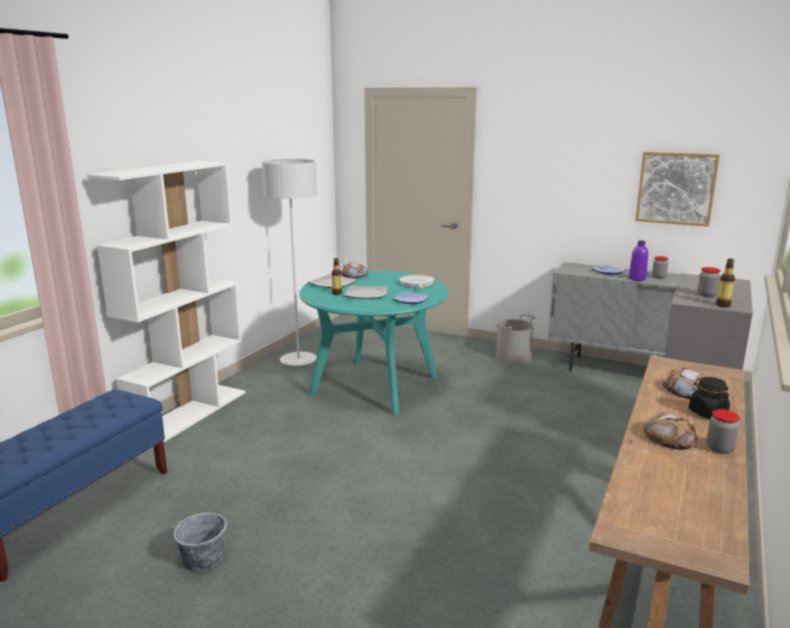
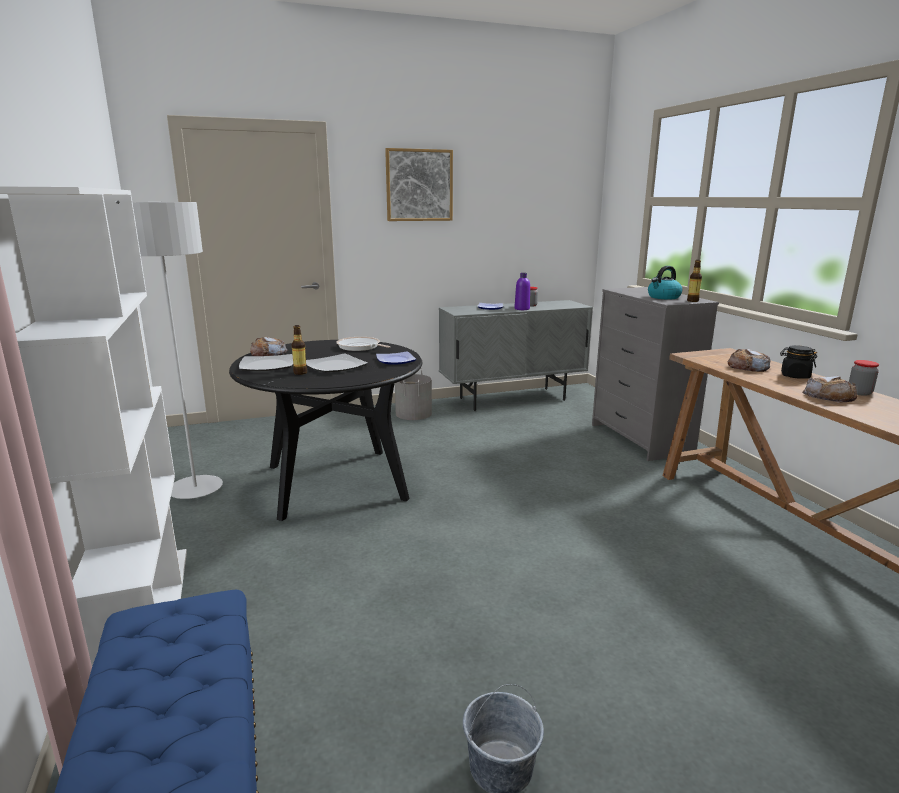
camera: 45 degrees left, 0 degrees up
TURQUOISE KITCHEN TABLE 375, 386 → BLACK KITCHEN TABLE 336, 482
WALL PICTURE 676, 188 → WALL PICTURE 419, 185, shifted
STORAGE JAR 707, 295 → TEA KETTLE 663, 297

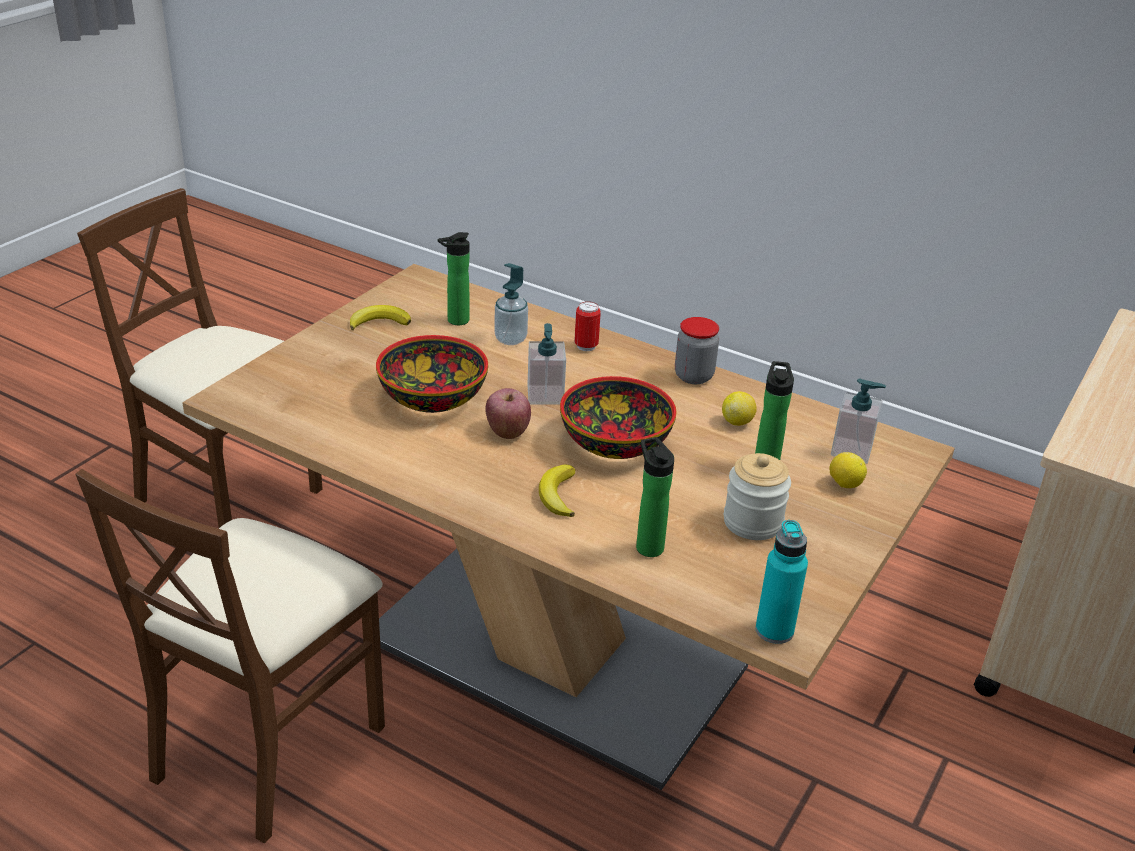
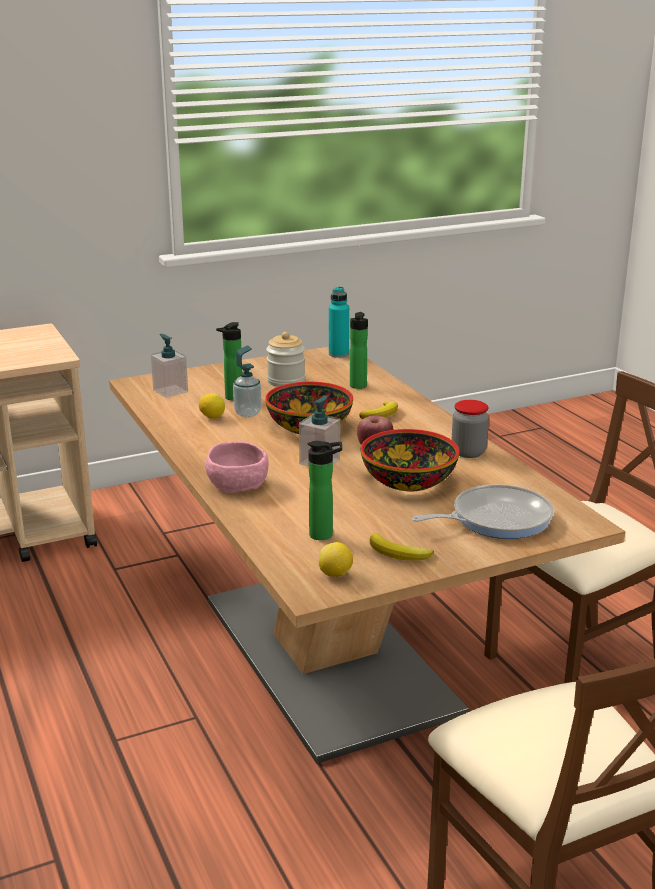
camera: 145 degrees left, 10 degrees down
SOAP BOTTLE 510, 339 → SOAP BOTTLE 247, 413, shifted
CAN 586, 346 → PINKISH DEEP DISH 239, 484
STORAGE JAR 693, 376 → STORAGE JAR 468, 452, shifted
LEMON 844, 484 → LEMON 335, 575, shifted
- → SKILLET 495, 519

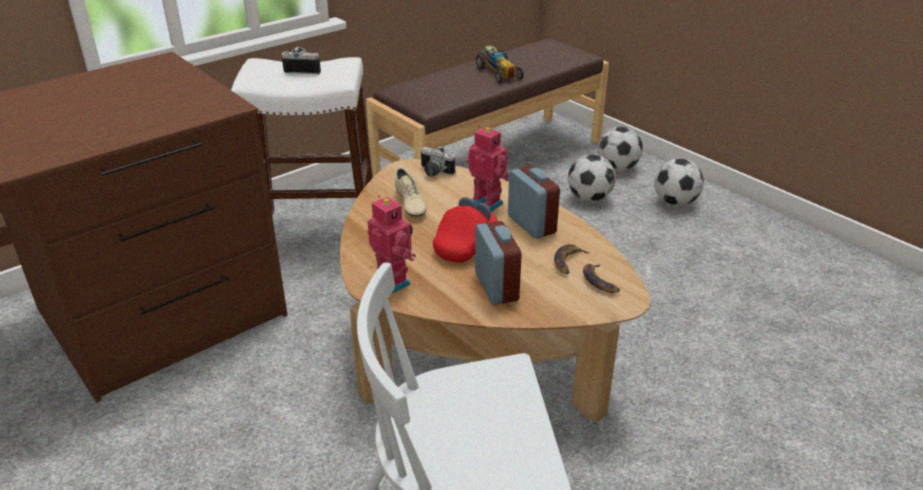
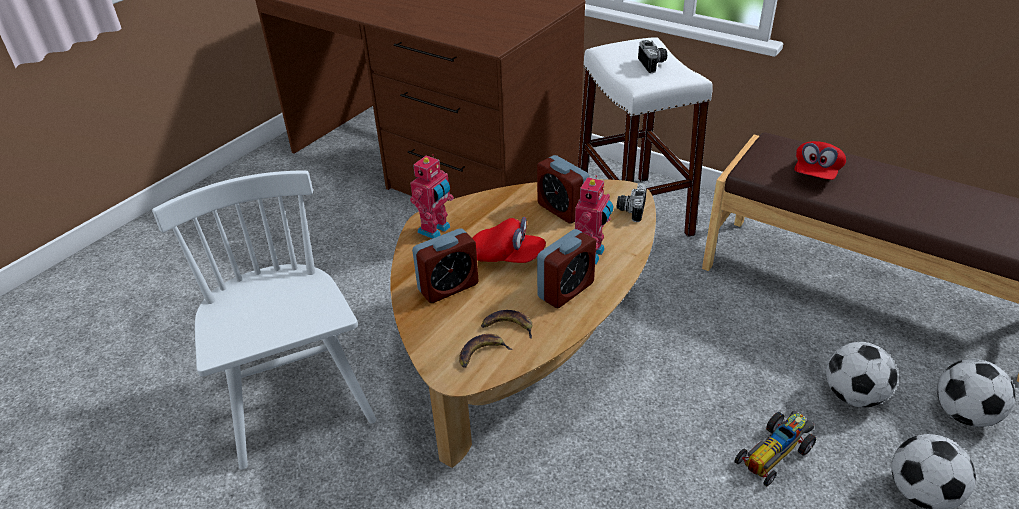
camera: 75 degrees right, 5 degrees up
BEIGE ITEM OF FOOTWEAR 410, 204 → BEDSIDE CLOCK 562, 210
MODEL CAR 498, 72 → MODEL CAR 775, 452, shifted
- → REDDISH BASEBALL CAP 816, 174

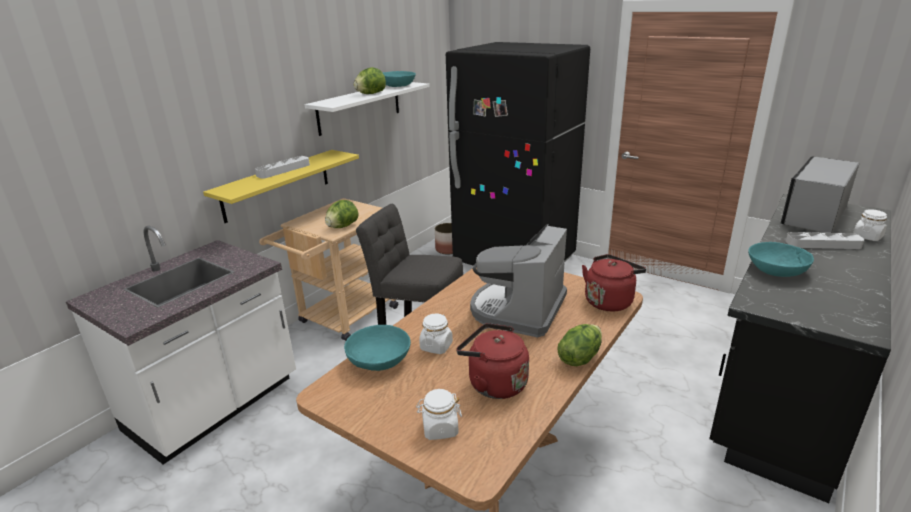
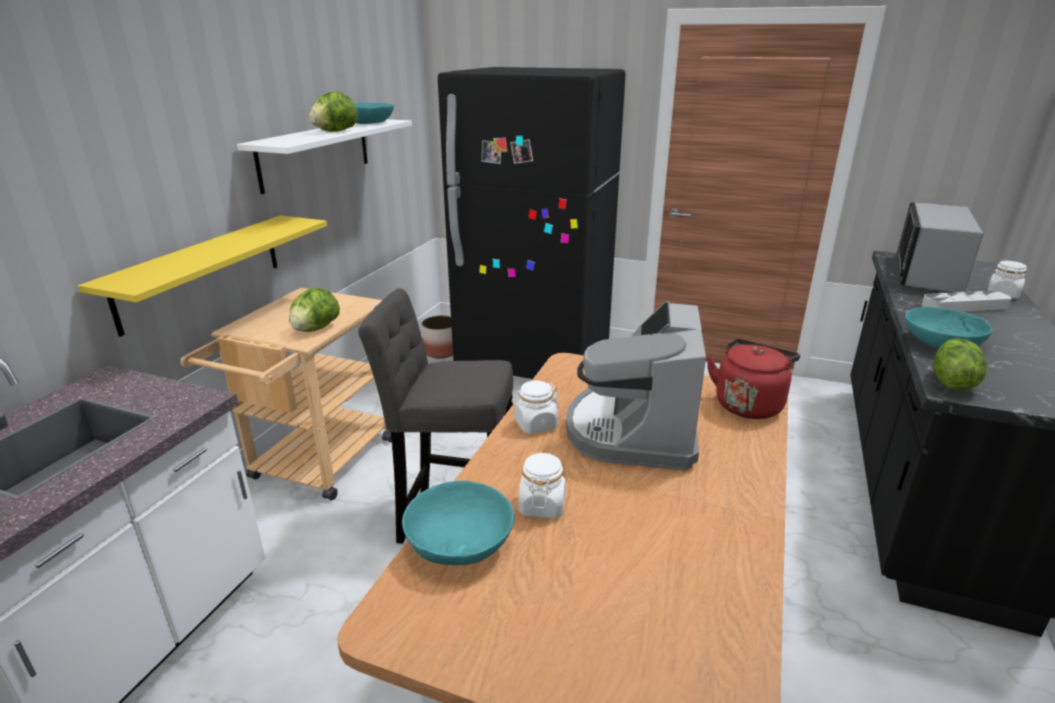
camera: 15 degrees left, 0 degrees up
GREYISH CARRYING TRAY 283, 170 → -
WHITE-COLOURED STORAGE JAR 440, 428 → WHITE-COLOURED STORAGE JAR 535, 425, shifted
REDDISH TEA KETTLE 494, 383 → -
HEAD OF LETTUCE 579, 357 → HEAD OF LETTUCE 951, 382, shifted

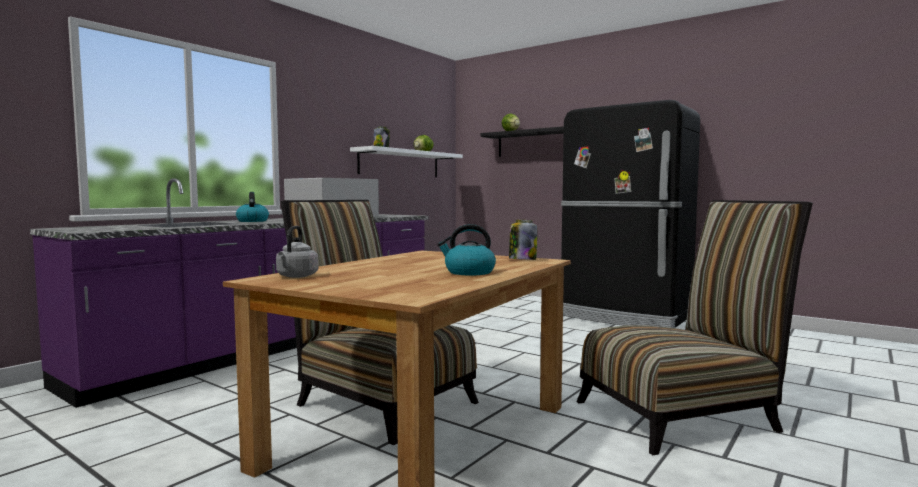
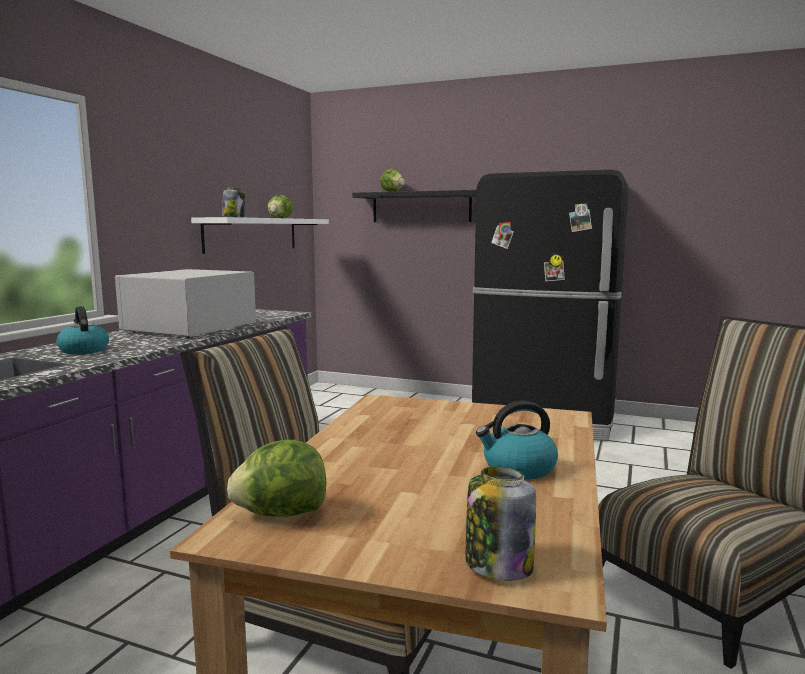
camera: 15 degrees left, 5 degrees up
GREYISH TEA KETTLE 296, 276 → HEAD OF LETTUCE 281, 514
STORAGE JAR 522, 259 → STORAGE JAR 497, 565, shifted

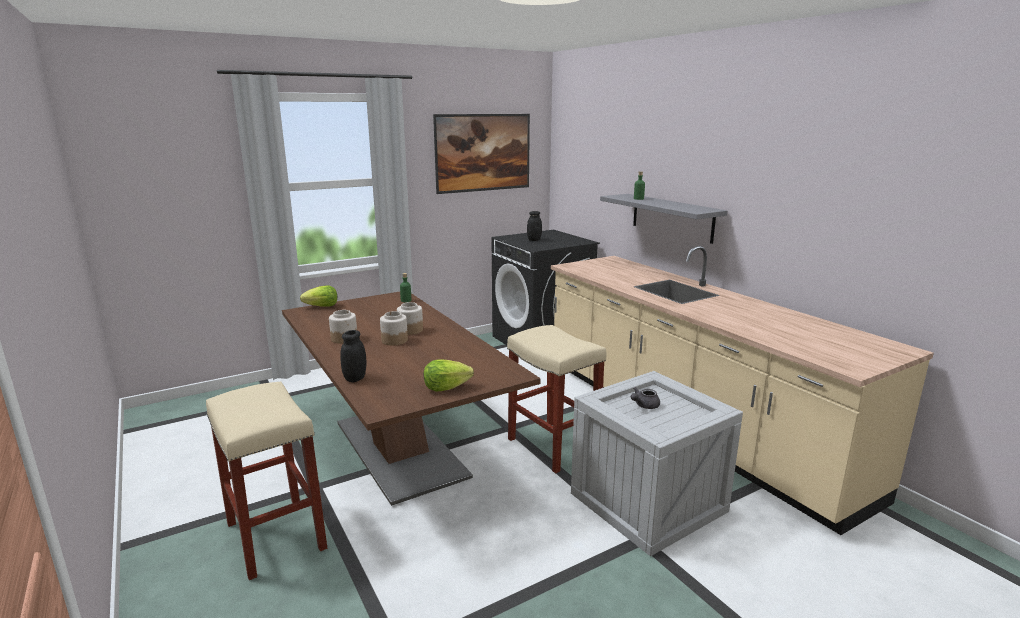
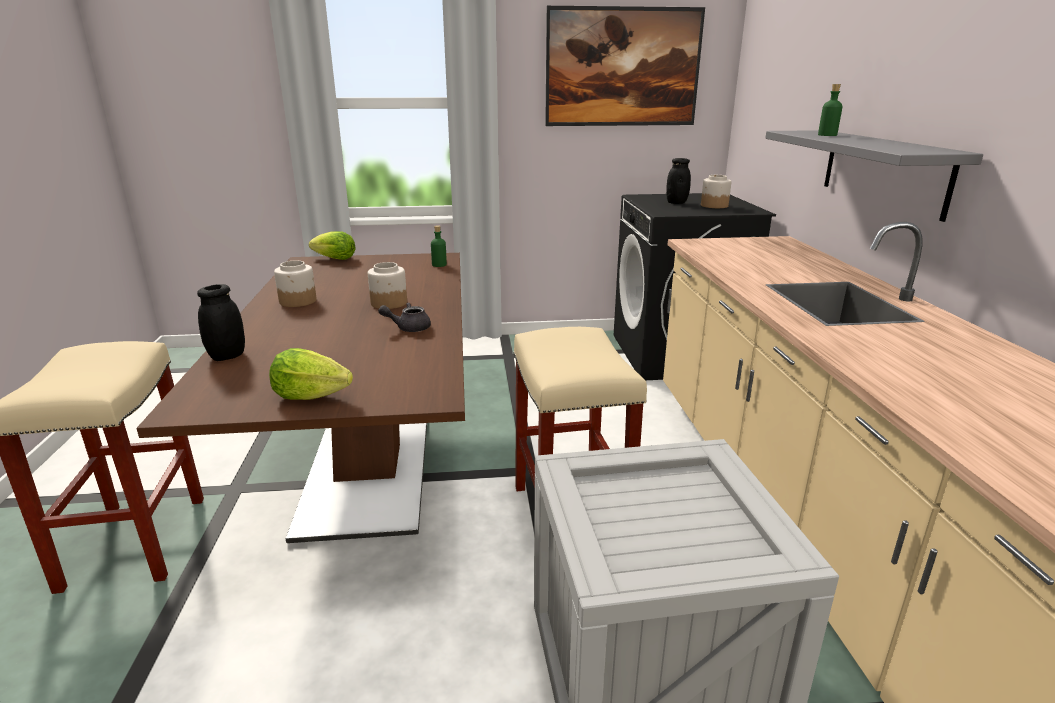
camera: 25 degrees right, 5 degrees up
STORAGE JAR 394, 340 → STORAGE JAR 714, 205, shifted
GREYISH POT FOR TEA 644, 406 → GREYISH POT FOR TEA 408, 328, shifted

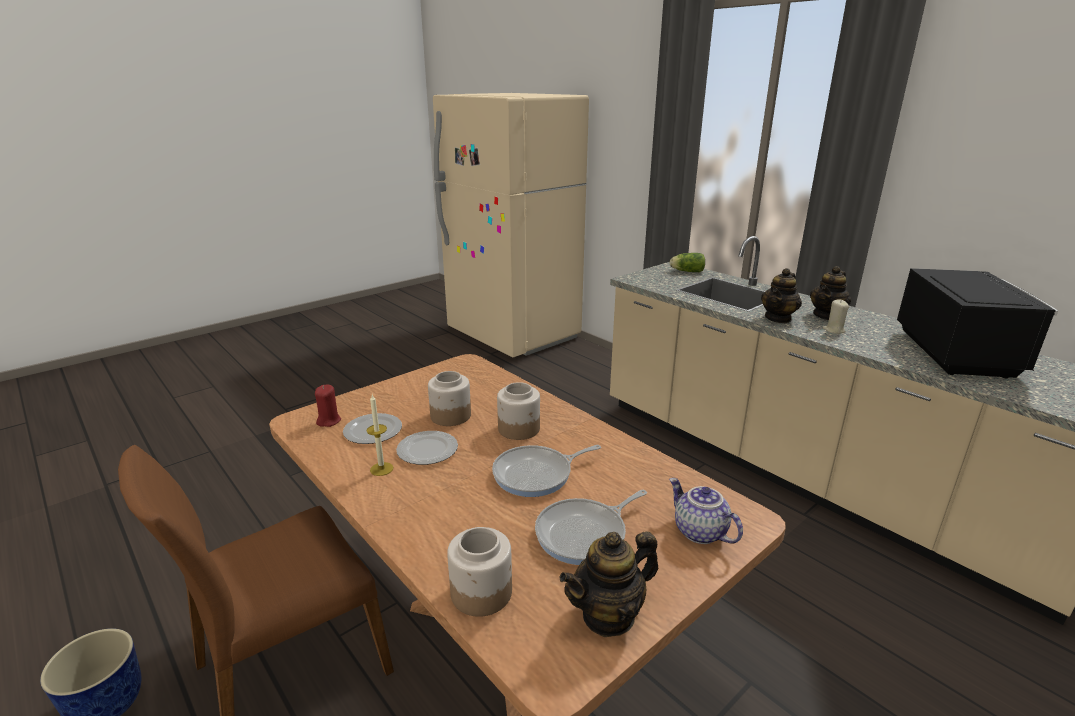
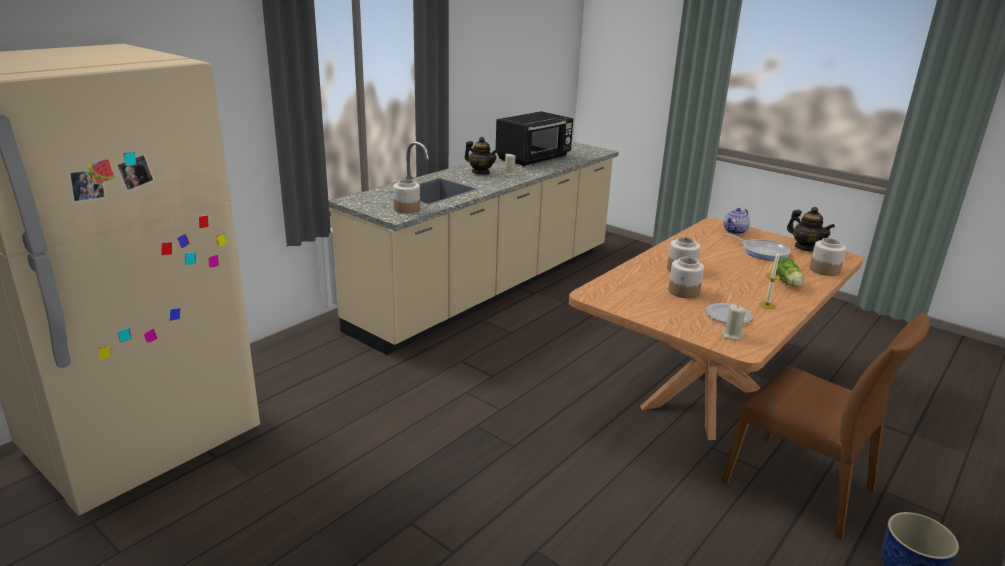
camera: 100 degrees left, 0 degrees up
REDDISH WAX CANDLE 329, 421 → BEIGE WAX CANDLE 731, 336
FLAT DISH 428, 451 → -
SKILLET 537, 475 → -
HEAD OF LETTUCE 686, 271 → HEAD OF LETTUCE 787, 283, shifted
POT FOR TEA 778, 318 → -
BLACK MICROWAVE 955, 353 → BLACK MICROWAVE 534, 158, 135 degrees clockwise
- → STORAGE JAR 407, 209

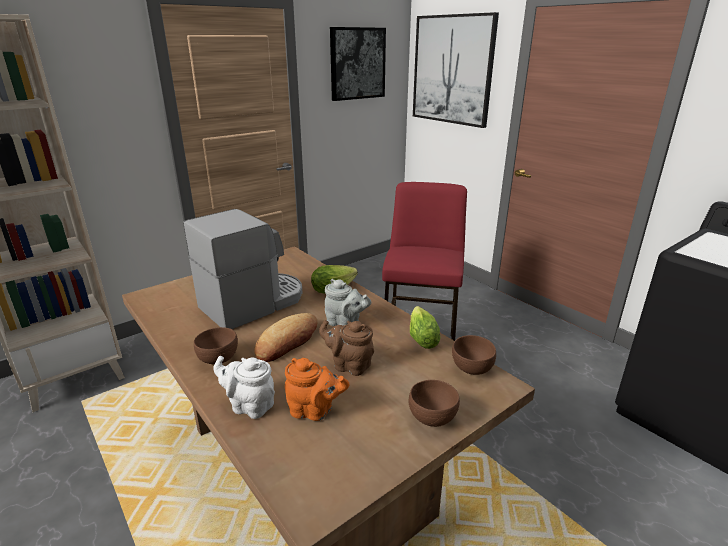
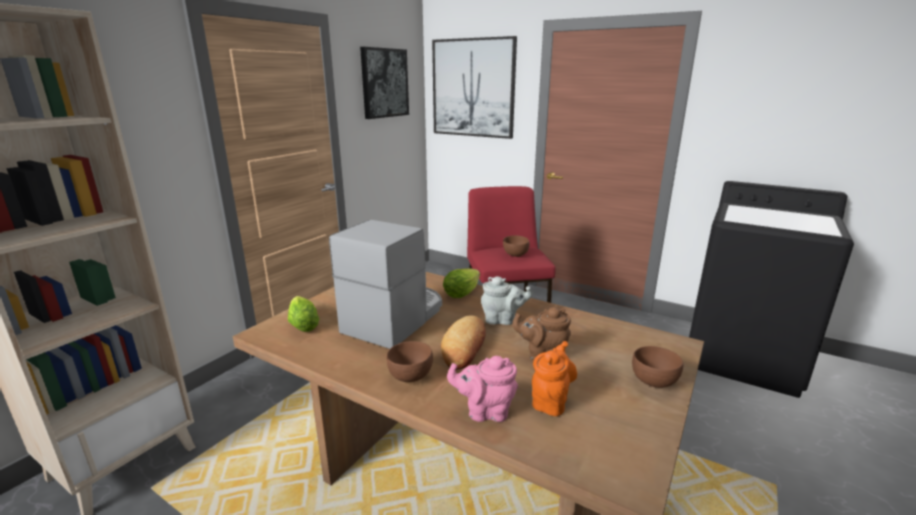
camera: 20 degrees left, 5 degrees down
WHITE-COLOURED POT FOR TEA 249, 406 → PINKISH POT FOR TEA 485, 411
ORANGE-COLOURED POT FOR TEA 314, 411 → ORANGE-COLOURED POT FOR TEA 550, 400, 60 degrees counterclockwise
HEAD OF LETTUCE 422, 336 → HEAD OF LETTUCE 303, 323, shifted
BROWN-COLOURED DEEP DISH 472, 369 → BROWN-COLOURED DEEP DISH 515, 255, shifted

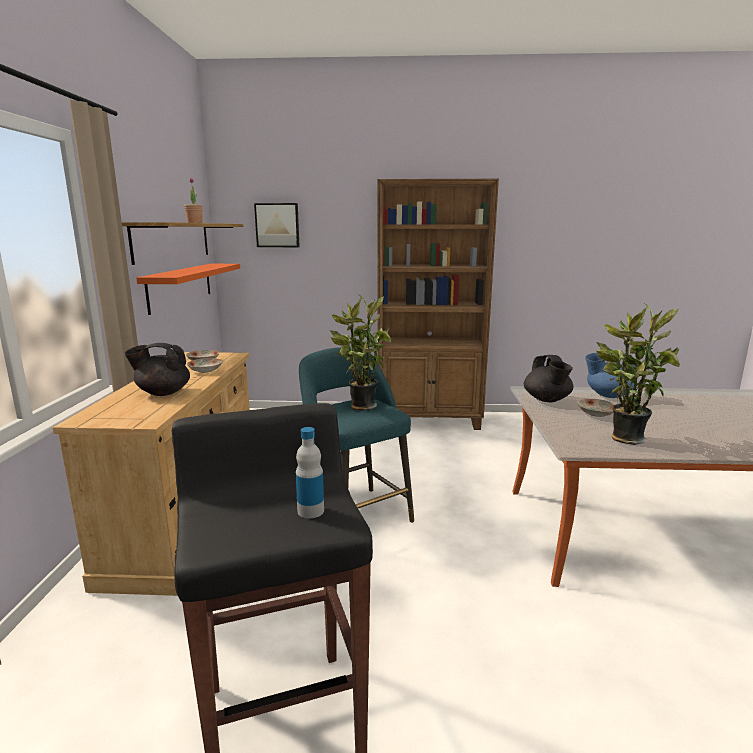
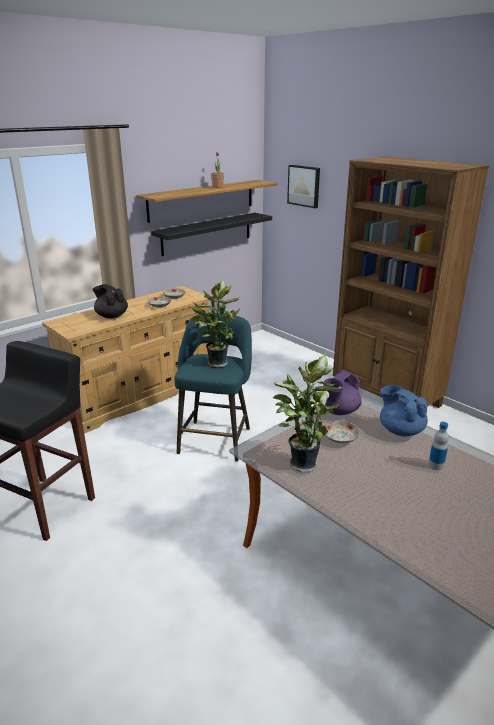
camera: 45 degrees right, 10 degrees up
ORANGE-COLOURED BRACKET SHELF 181, 286 → BLACK BRACKET SHELF 207, 233
BOTTLE 310, 511 → BOTTLE 436, 465, shifted
BLACK POT FOR TEA 547, 400 → PURPLE-COLOURED POT FOR TEA 337, 411

